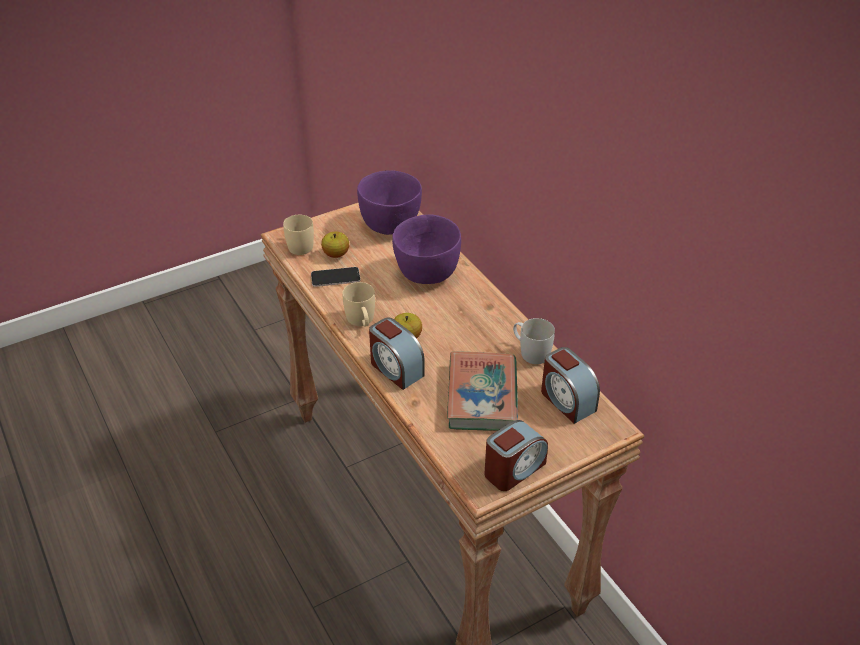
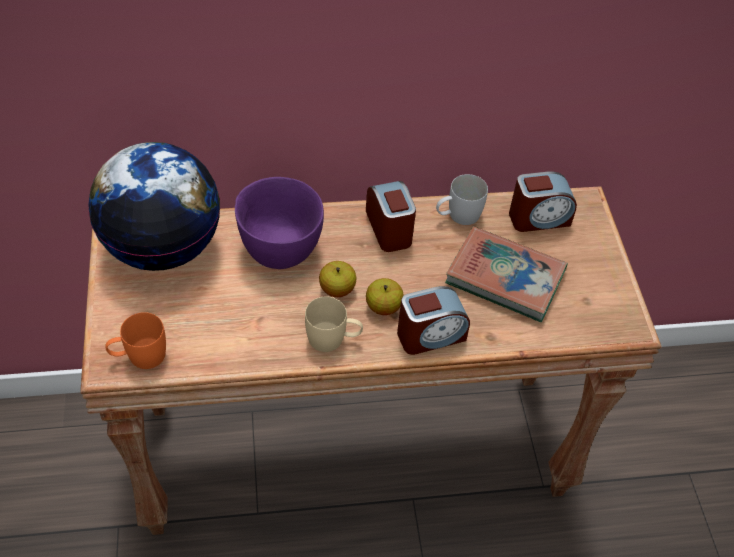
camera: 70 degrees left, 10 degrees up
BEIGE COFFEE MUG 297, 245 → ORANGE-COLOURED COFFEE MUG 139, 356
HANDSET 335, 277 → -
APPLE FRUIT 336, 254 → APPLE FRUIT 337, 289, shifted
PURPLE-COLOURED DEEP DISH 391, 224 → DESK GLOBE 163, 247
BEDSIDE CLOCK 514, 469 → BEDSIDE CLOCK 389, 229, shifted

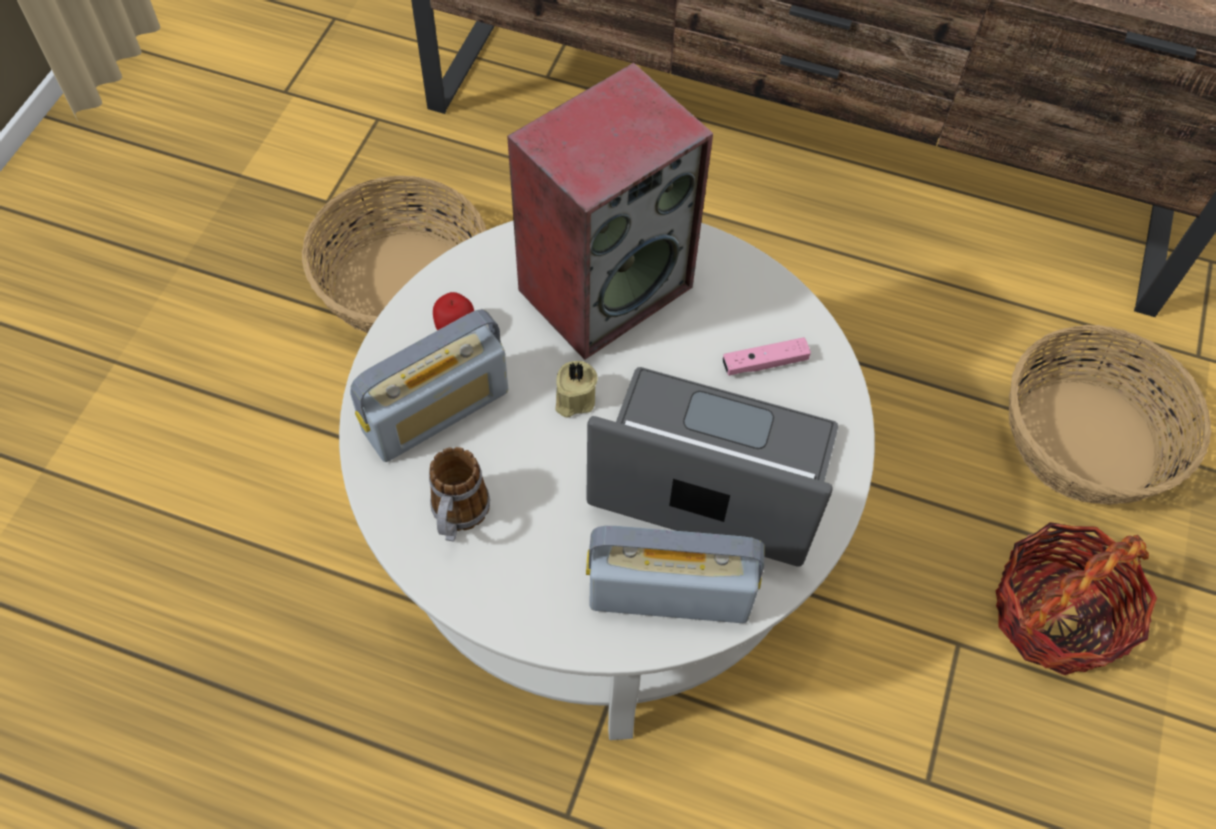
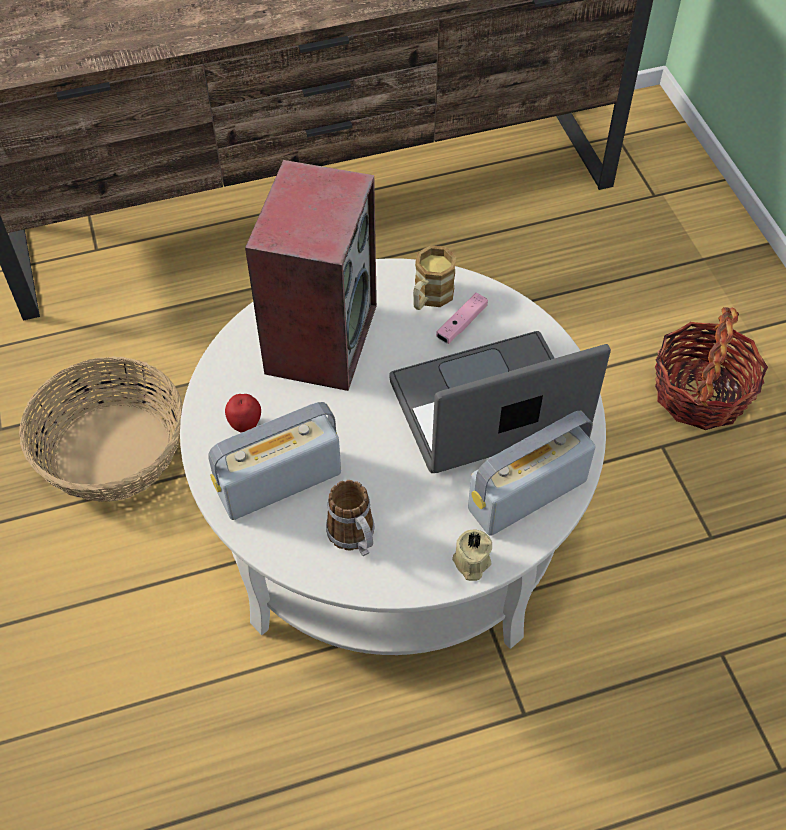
camera: 35 degrees left, 5 degrees down
RADIO RECEIVER 436, 411 → RADIO RECEIVER 279, 483, 135 degrees counterclockwise
BEIGE WAX CANDLE 573, 399 → BEIGE WAX CANDLE 471, 563, shifted
STORAGE BASKET 1086, 441 → -
- → COFFEE MUG 429, 298

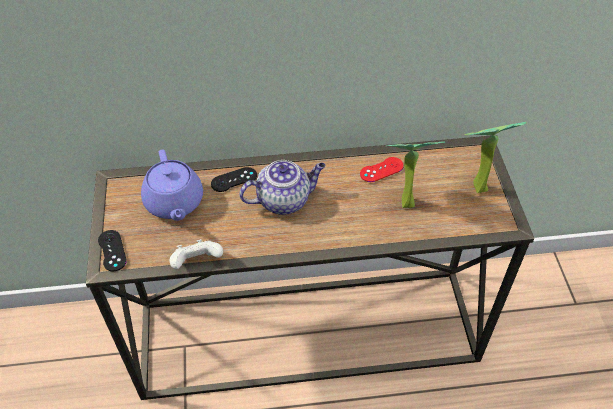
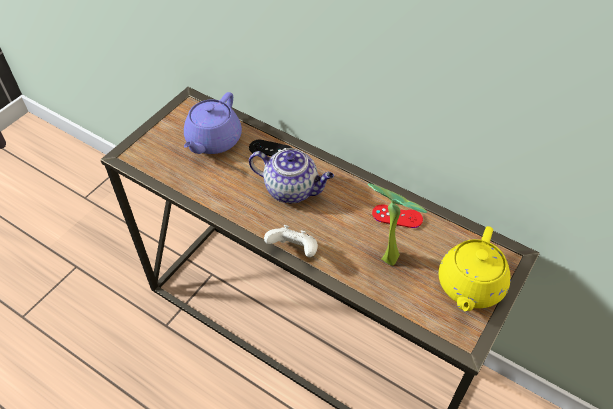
camera: 40 degrees right, 0 degrees up
BLACK GAMEPAD 112, 250 → -
WHITE-COLOURED GAMEPAD 197, 262 → WHITE-COLOURED GAMEPAD 294, 250, shifted
POTTED PLANT 475, 186 → YELLOW POT FOR TEA 469, 286

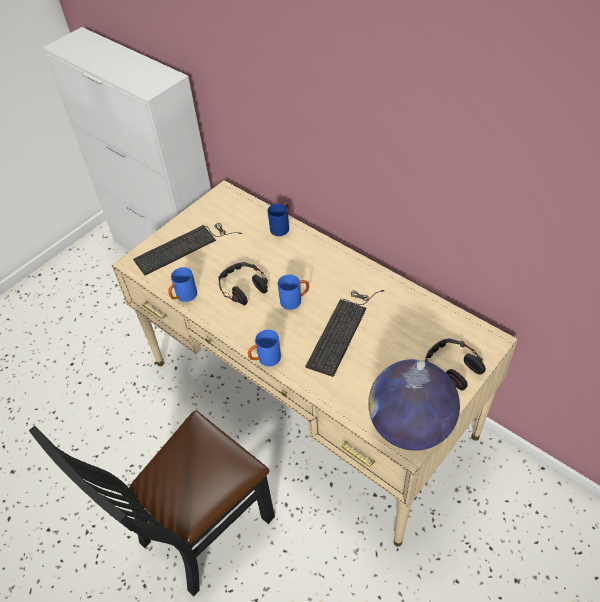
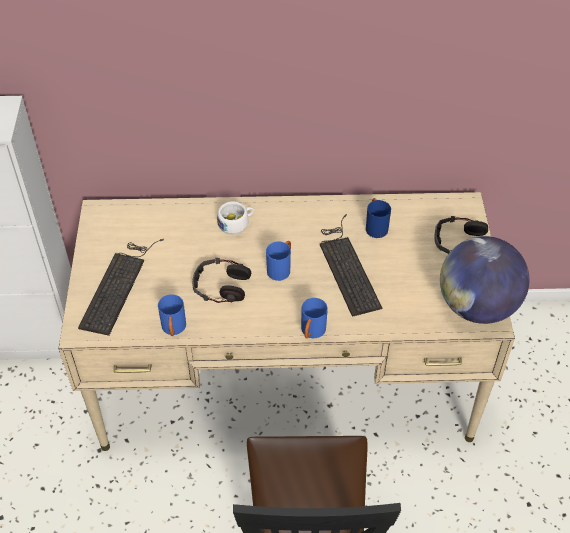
camera: 45 degrees left, 0 degrees up
BLUE COFFEE MUG 281, 227 → BLUE COFFEE MUG 375, 226, shifted
- → WHITE-COLOURED SMALL CUP 236, 223

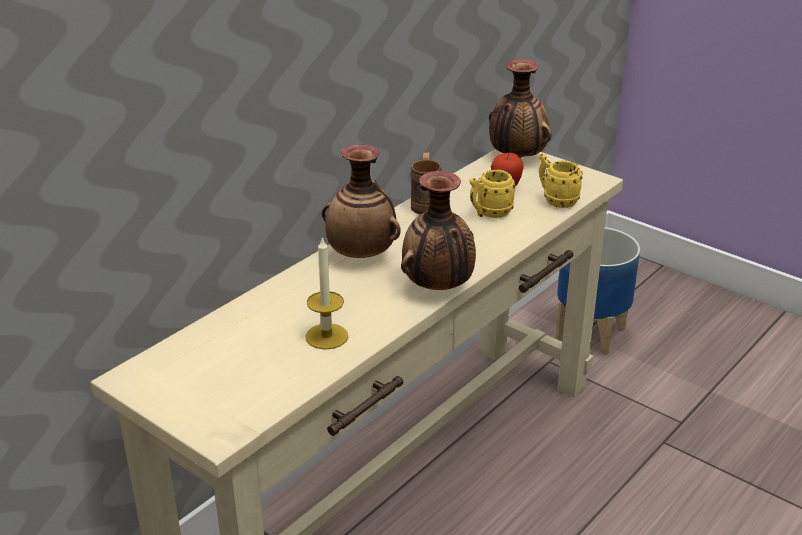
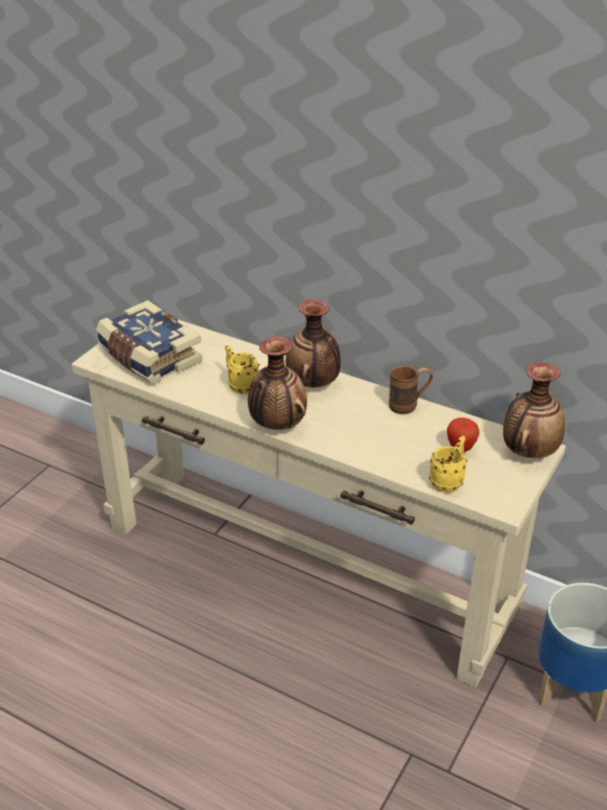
camera: 80 degrees right, 5 degrees up
WAX CANDLE 326, 336 → -
YELLOW COFFEE MUG 489, 213 → YELLOW COFFEE MUG 240, 385, shifted
- → VOLUME 148, 357

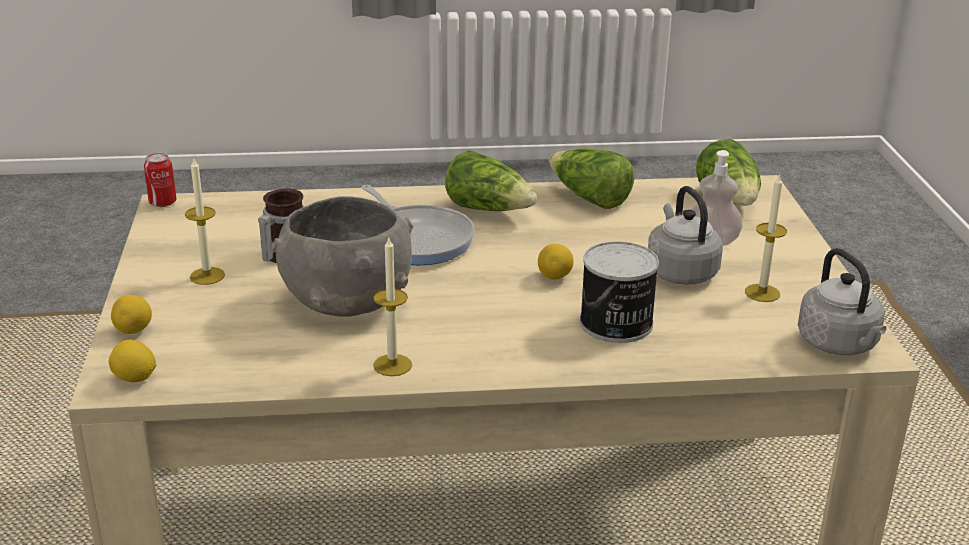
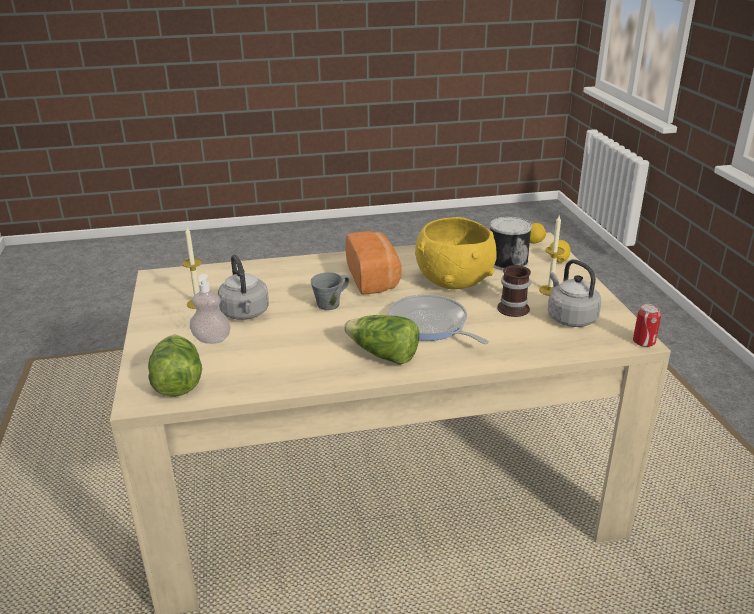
camera: 175 degrees right, 0 degrees up
GREYISH DEEP DISH 346, 302 → YELLOW DEEP DISH 454, 282
WAX CANDLE 392, 365 → -
LEMON 555, 277 → GREYISH COFFEE MUG 330, 304
HEAD OF LETTUCE 589, 198 → -
CAN 616, 324 → CAN 507, 261, shifted
GREYISH TEA KETTLE 840, 344 → GREYISH TEA KETTLE 569, 318, shifted
- → BREAD 374, 278

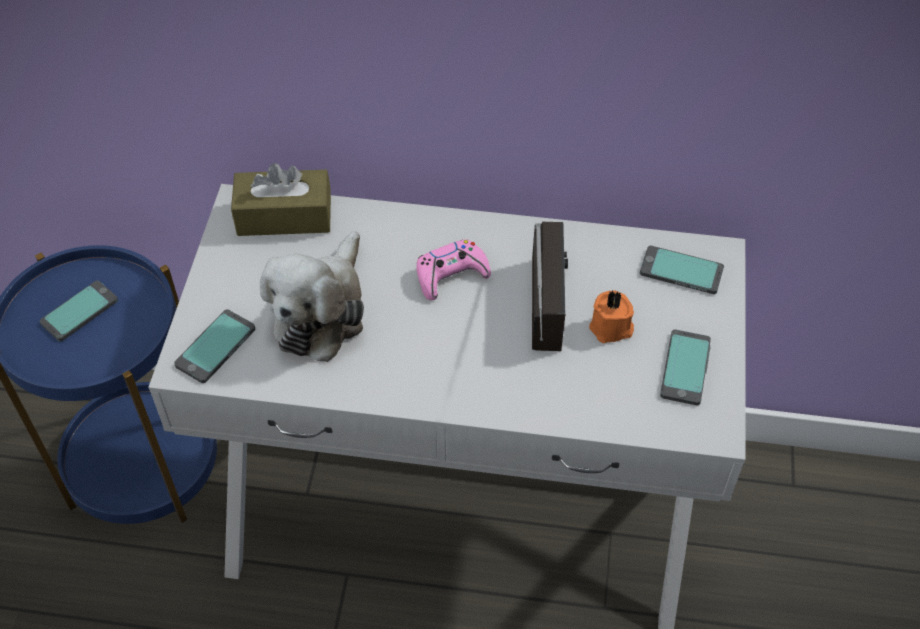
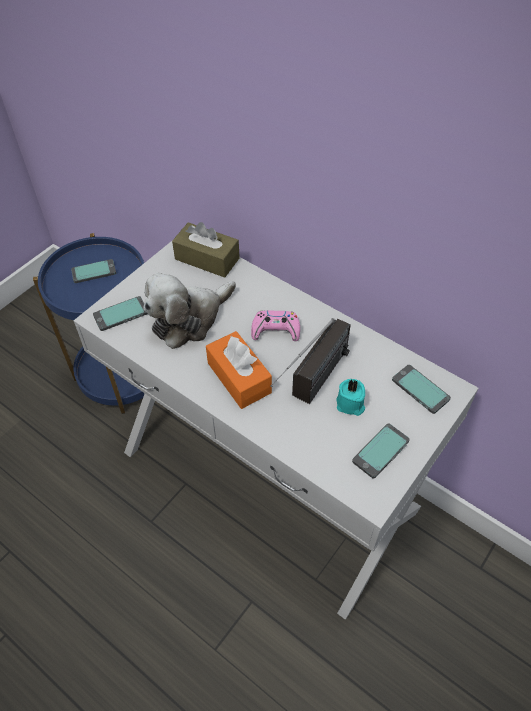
camera: 30 degrees right, 0 degrees up
ORANGE-COLOURED WAX CANDLE 611, 328 → TURQUOISE WAX CANDLE 350, 405
- → ORANGE-COLOURED BOX OF TISSUES 239, 377

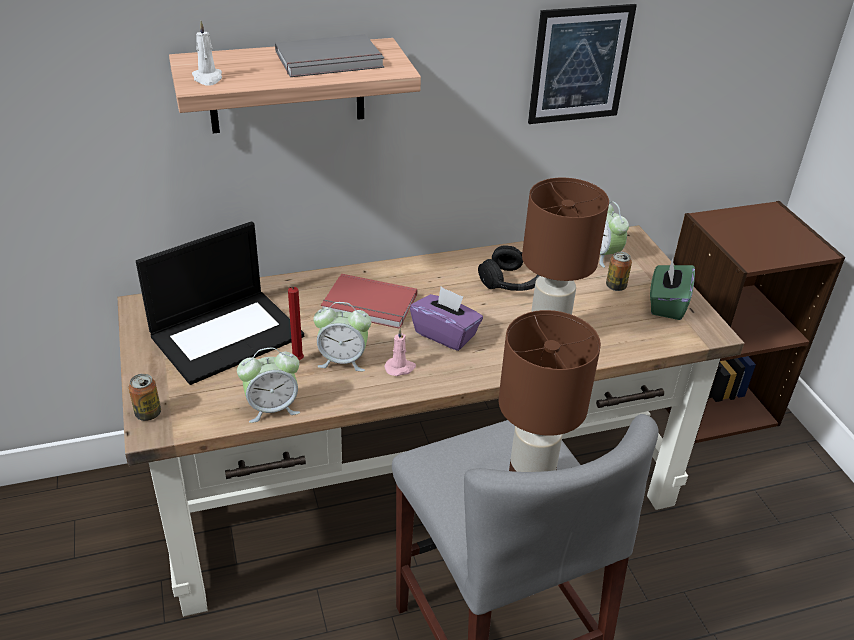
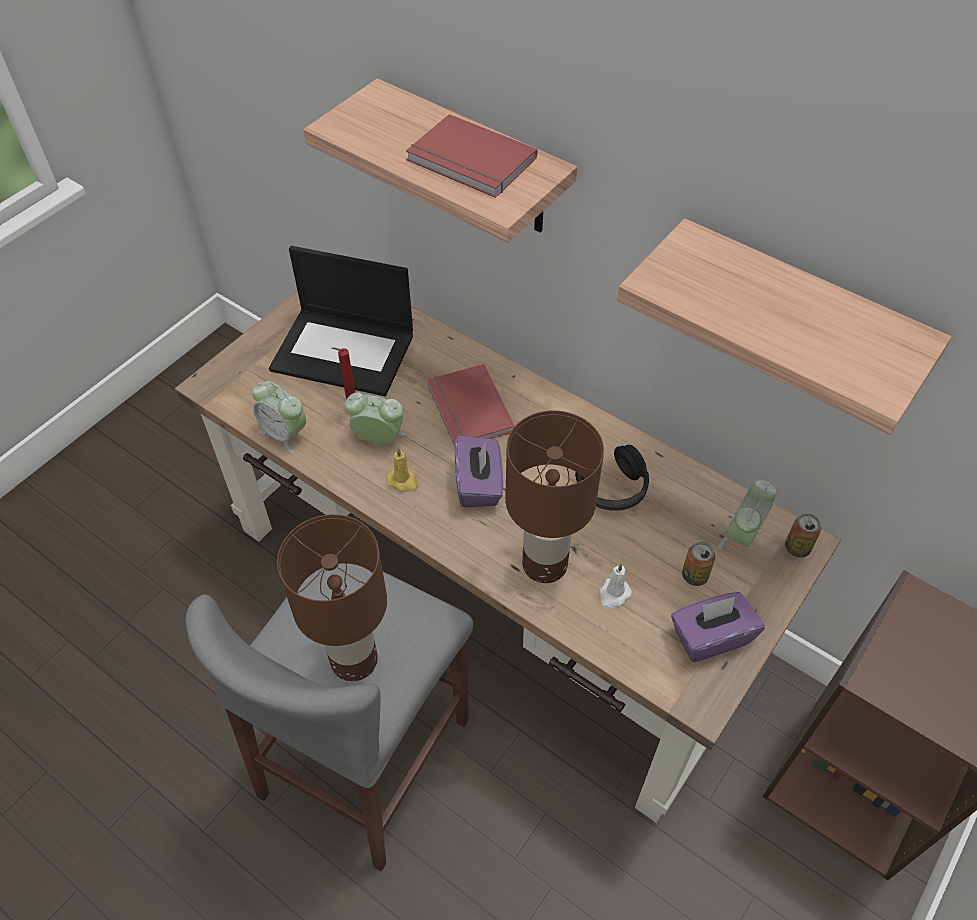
camera: 55 degrees right, 15 degrees up
CAN 148, 414 → CAN 797, 548, shifted
WHITE-COLOURED WAX CANDLE 208, 78 → WHITE-COLOURED WAX CANDLE 613, 595, shifted
GREYISH VOLUME 330, 61 → REDDISH VOLUME 470, 161
BEDSIDE CLOCK 343, 360 → BEDSIDE CLOCK 379, 439, 135 degrees clockwise
PINKISH WAX CANDLE 400, 368 → YELLOW WAX CANDLE 403, 481
WALL PICTURE 580, 64 → BRACKET SHELF 797, 313
GREEN BOX OF TISSUES 667, 304 → PURPLE-COLOURED BOX OF TISSUES 710, 637

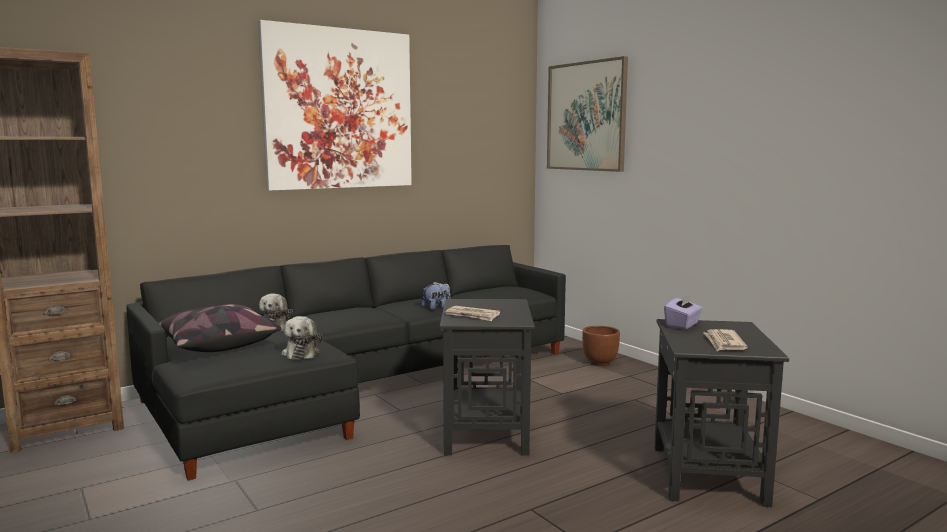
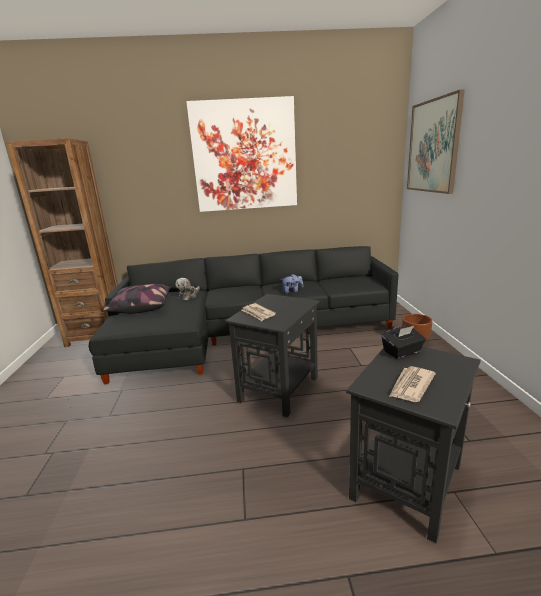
camera: 30 degrees right, 10 degrees up
PLUSH TOY 301, 353 → -
PURPLE-COLOURED BOX OF TISSUES 682, 325 → BLACK BOX OF TISSUES 402, 352

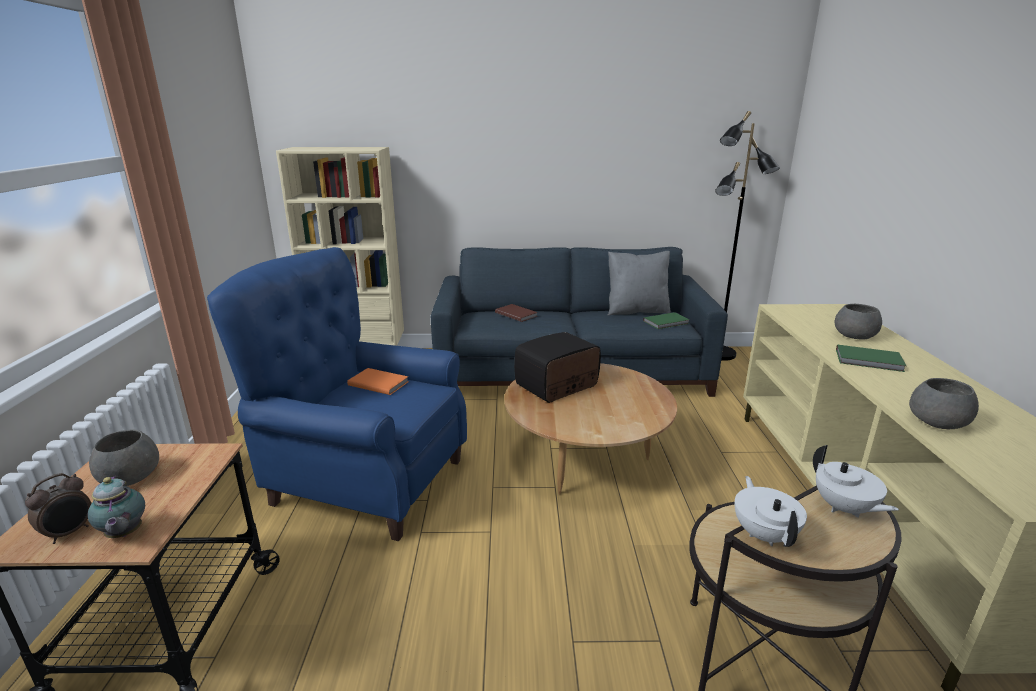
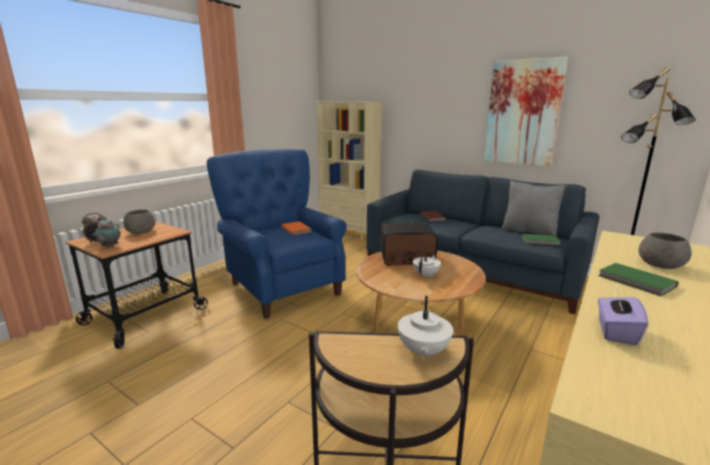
camera: 35 degrees right, 5 degrees down
WHITE-COLOURED POT FOR TEA 764, 534 → WHITE-COLOURED POT FOR TEA 426, 275, shifted
GREYISH DEEP DISH 938, 422 → PURPLE-COLOURED BOX OF TISSUES 615, 332
- → WALL PICTURE 522, 113

